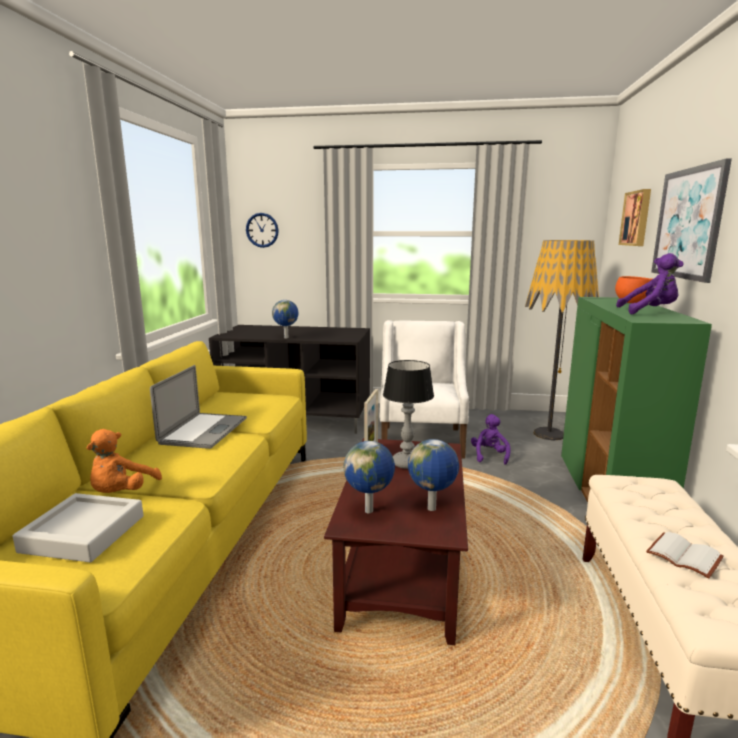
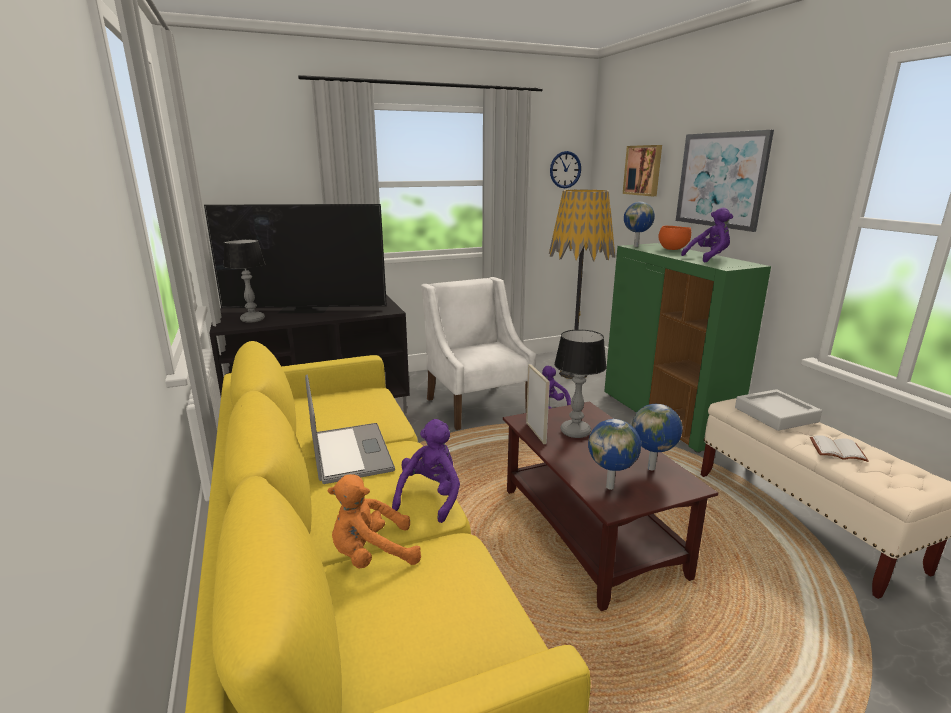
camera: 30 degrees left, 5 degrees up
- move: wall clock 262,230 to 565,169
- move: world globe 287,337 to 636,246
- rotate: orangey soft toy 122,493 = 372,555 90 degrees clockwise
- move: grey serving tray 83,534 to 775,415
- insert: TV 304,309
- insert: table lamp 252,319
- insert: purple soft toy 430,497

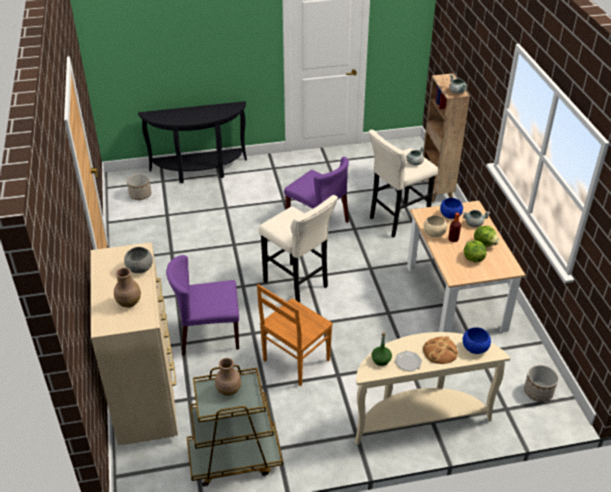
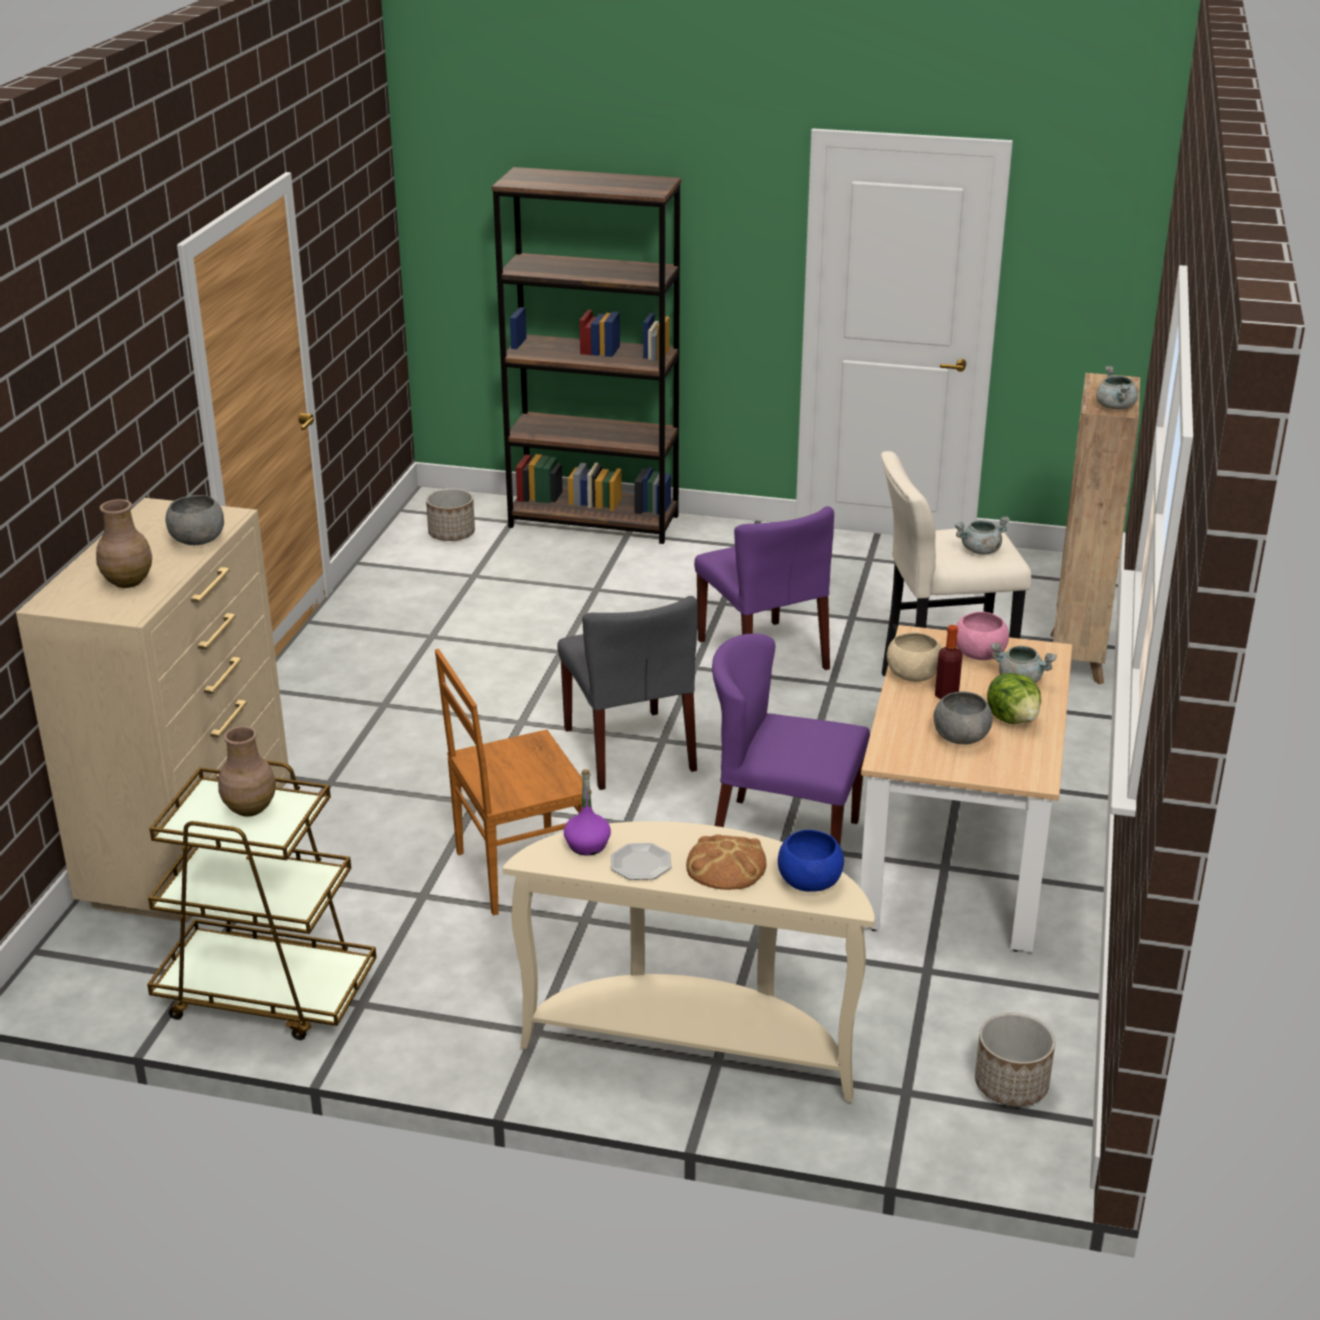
camera: 25 degrees right, 10 degrees down
- replace: black console table 199,171 to brownish bookshelf 594,521
- replace: beige-coloured sitting stool 297,286 to grey chair 629,750
- recolor: blue-coloured serving bowl 450,215 to pink serving bowl 979,654
- replace: head of lettuce 473,258 to grey serving bowl 960,737
- move: purple chair 209,335 to 783,839
- recolor: green bottle 381,360 to purple bottle 587,845

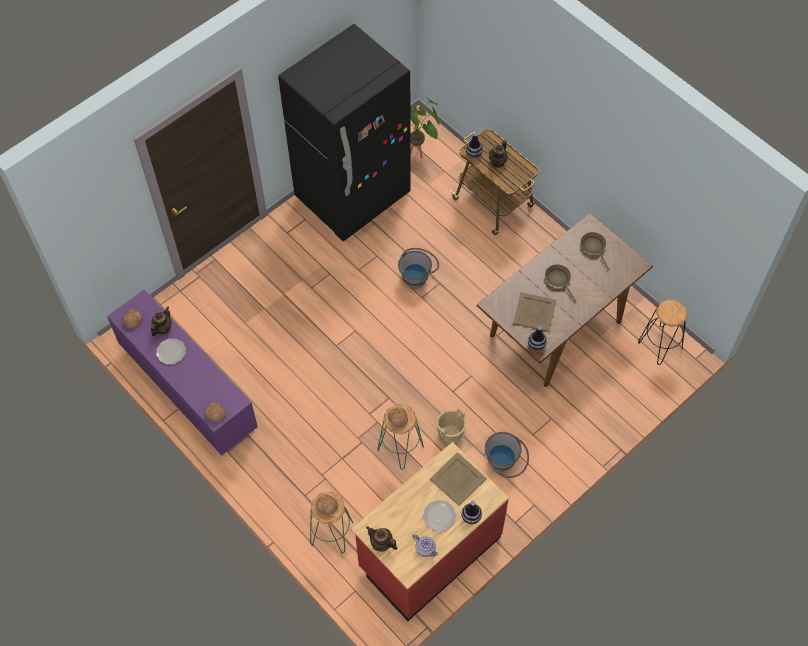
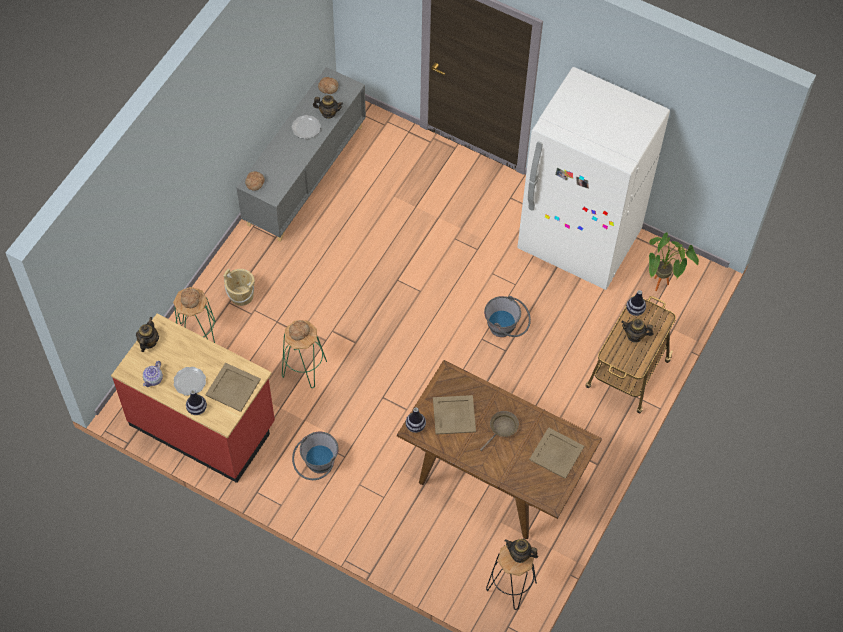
camera: 70 degrees right, 0 degrees up
- recolor: black refrigerator 353,196 to white-coloured refrigerator 579,241
- replace: brownish pan 594,247 to beige-coloured serving tray 557,453
- recolor: purple cabinet 188,390 to grey cabinet 305,175
- move: beige-coloured bucket 450,434 to 241,295
- insert: tea pot 520,555

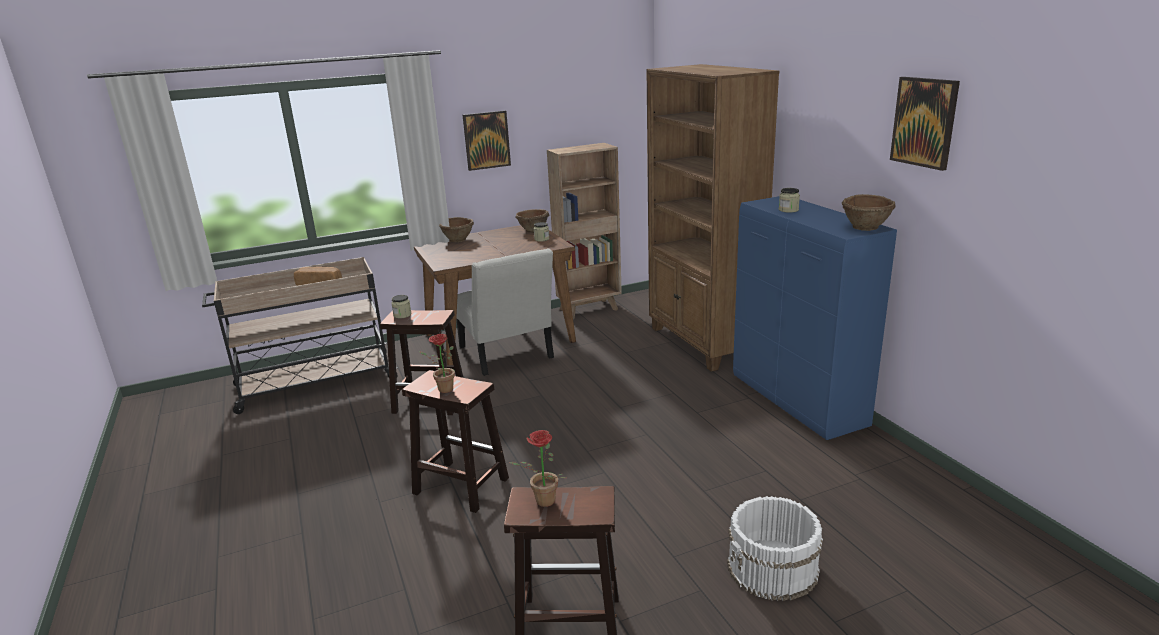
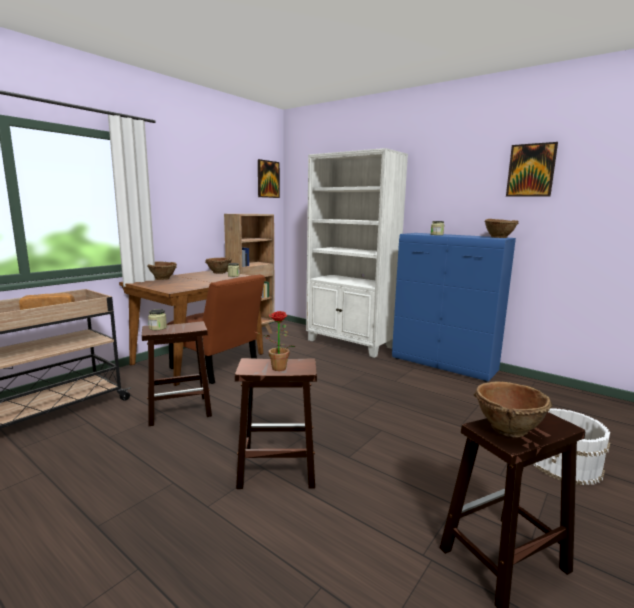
camera: 30 degrees left, 10 degrees down
- recolor: brownish bookshelf 703,343 to white-coloured bookshelf 350,344
- move: wall picture 486,140 to 268,179
- recolor: white-coloured chair 507,355 to brownish chair 217,368
- replace: potted plant 541,502 to brownish serving bowl 507,429

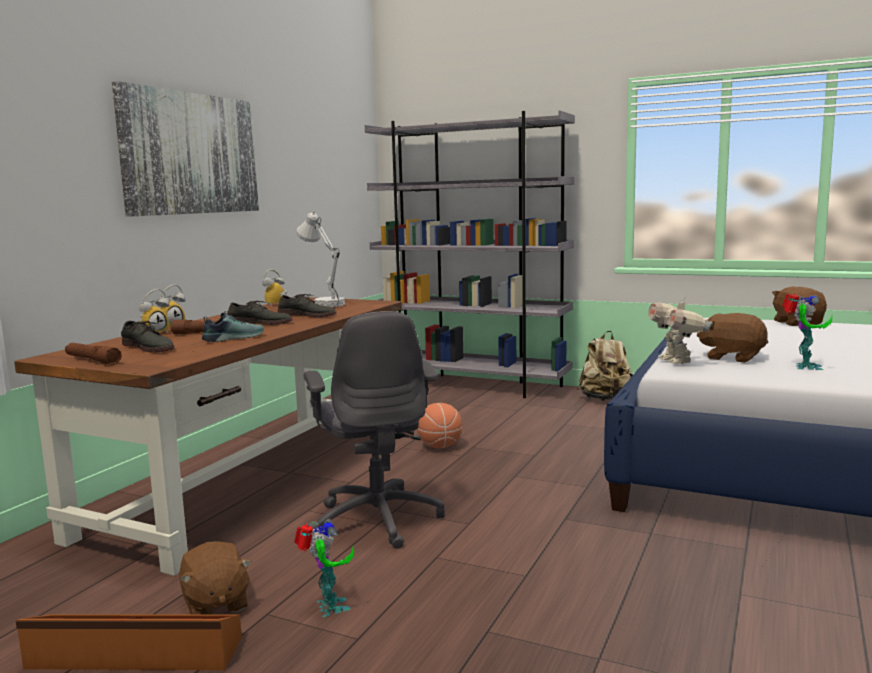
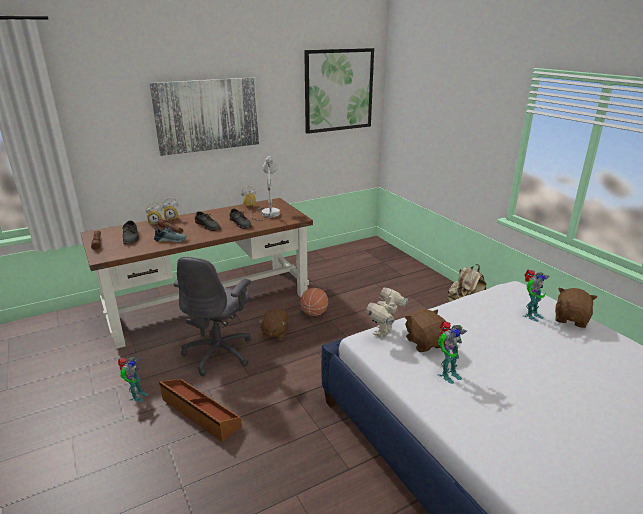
camera: 35 degrees right, 15 degrees up
- delete: grey bookshelf 472,385
- move: brownish soft toy 215,604 to 275,333
- move: brownish storage box 134,654 to 199,413
- insert: wall picture 338,90
- insert: model robot 530,315

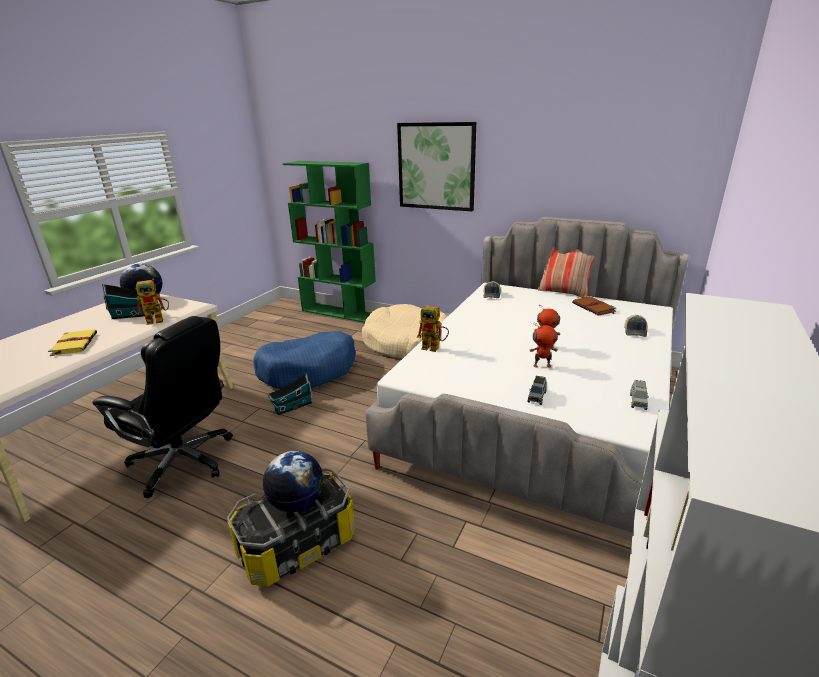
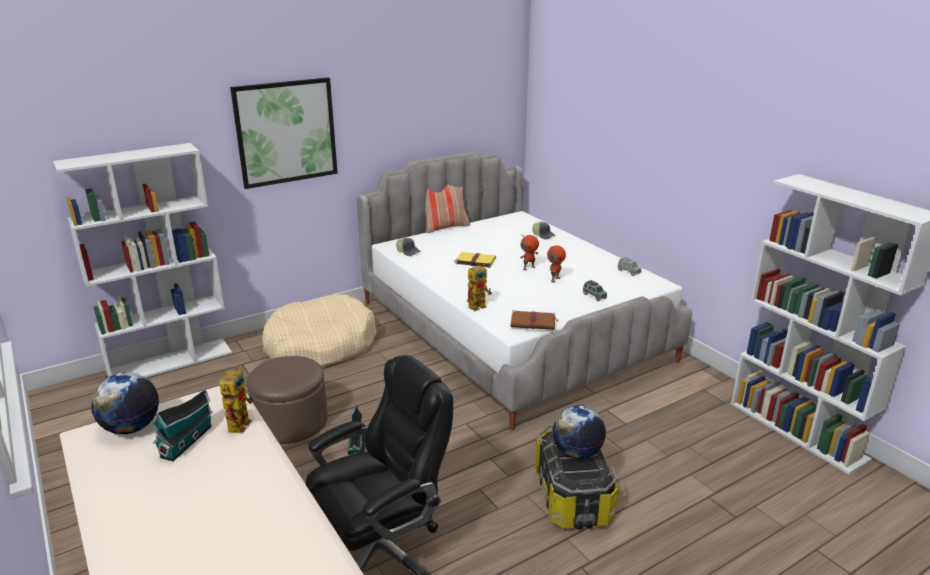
camera: 60 degrees left, 0 degrees up
- recolor: green bookshelf 339,313 to white-coloured bookshelf 171,361
- move: brownish book 594,308 to 534,322
- move: yellow-coloured book 75,344 to 474,261
- replace: blue-coloured dog cushion 309,370 to brownish footrest 291,422

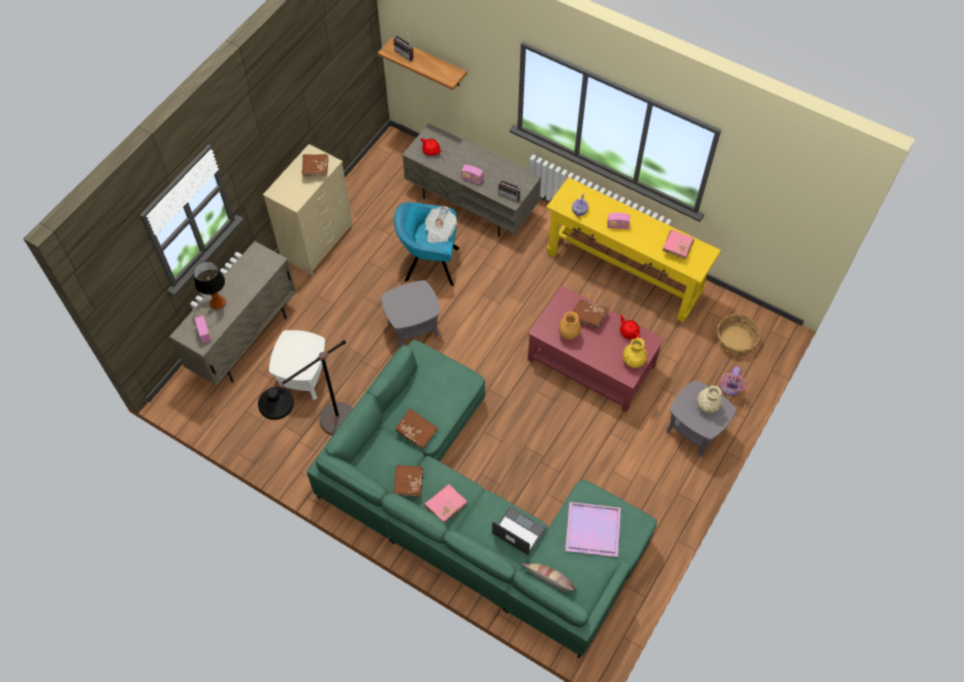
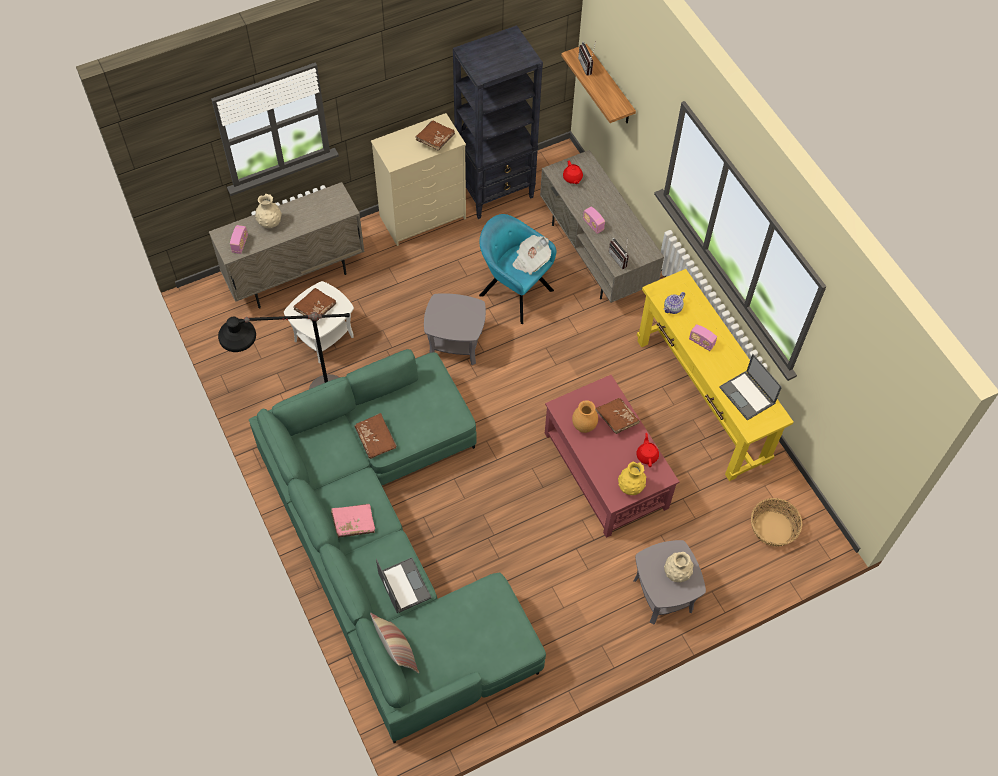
camera: 30 degrees right, 0 degrees up
- replace: pink book 677,248 to laptop 747,396
- replace: table lamp 218,303 to beige-coloured decorative vase 270,223
- delete: pink cooling fan 730,388
- move: brownish book 408,483 to 315,309
- delete: purple serving tray 594,529
- insert: black bookshelf 496,191

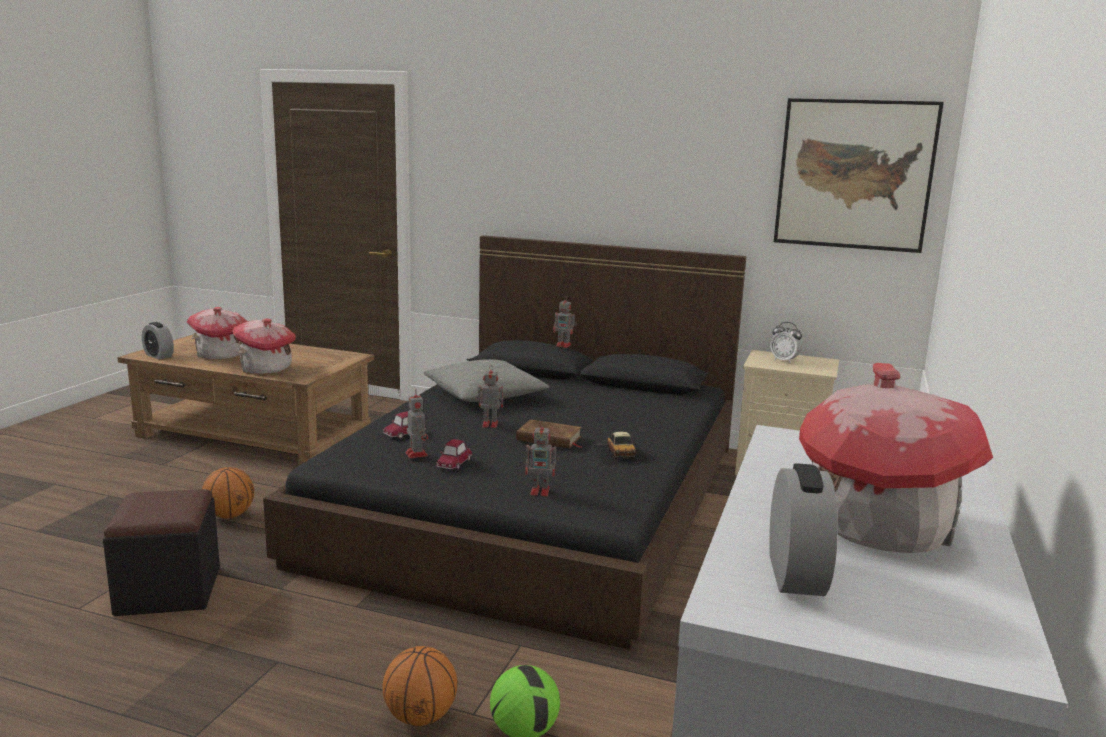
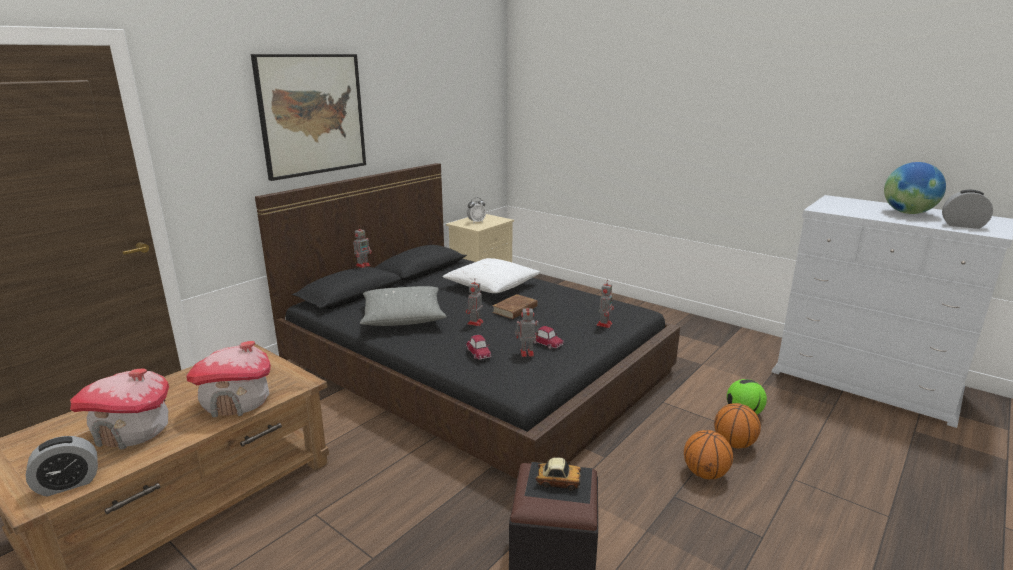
camera: 70 degrees left, 5 degrees up
- move: wall picture 854,175 to 312,115
- replace: toy house 879,523 to world globe 907,213
- move: miniature car 622,454 to 559,481
- move: basketball 229,515 to 705,473
- insert: white-coloured pillow 491,286

